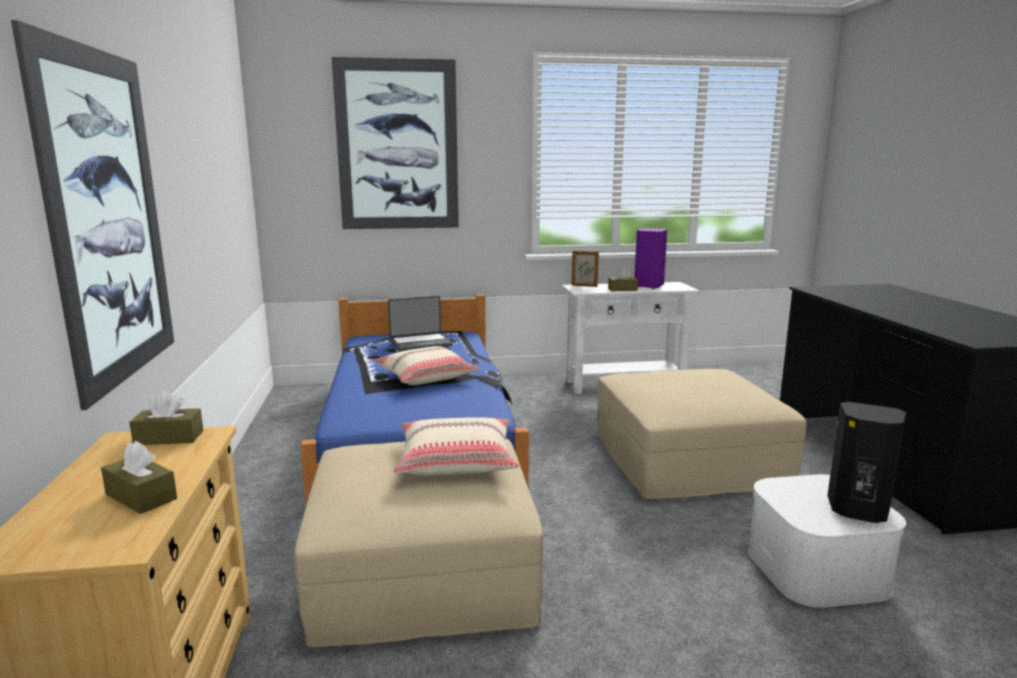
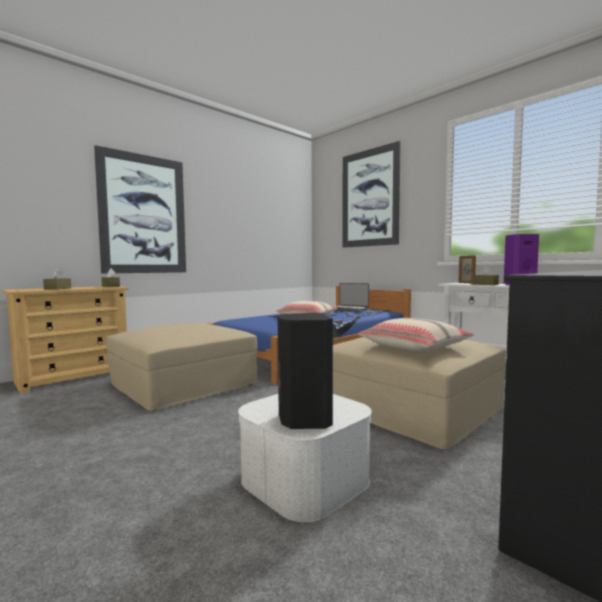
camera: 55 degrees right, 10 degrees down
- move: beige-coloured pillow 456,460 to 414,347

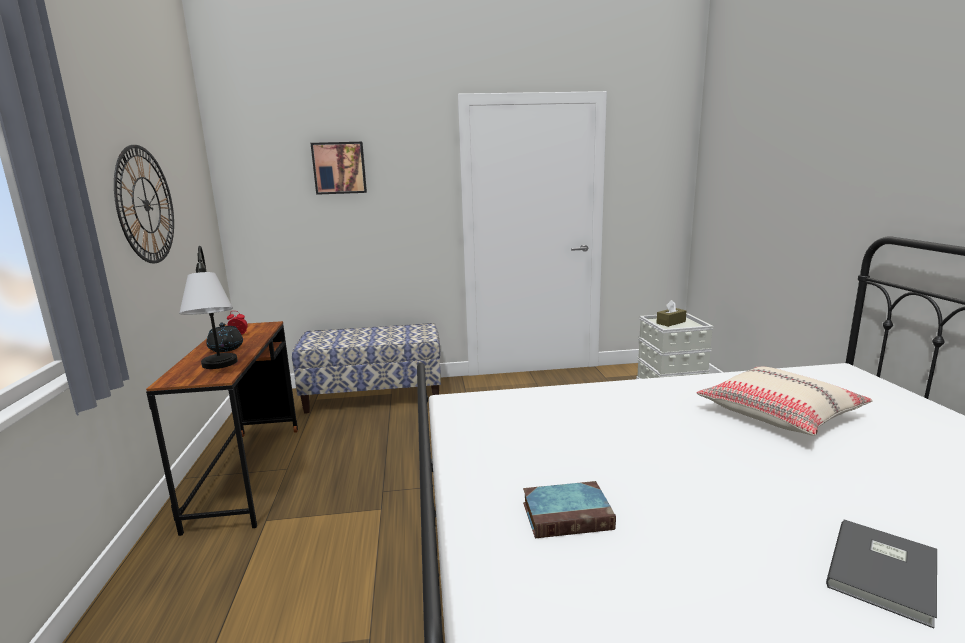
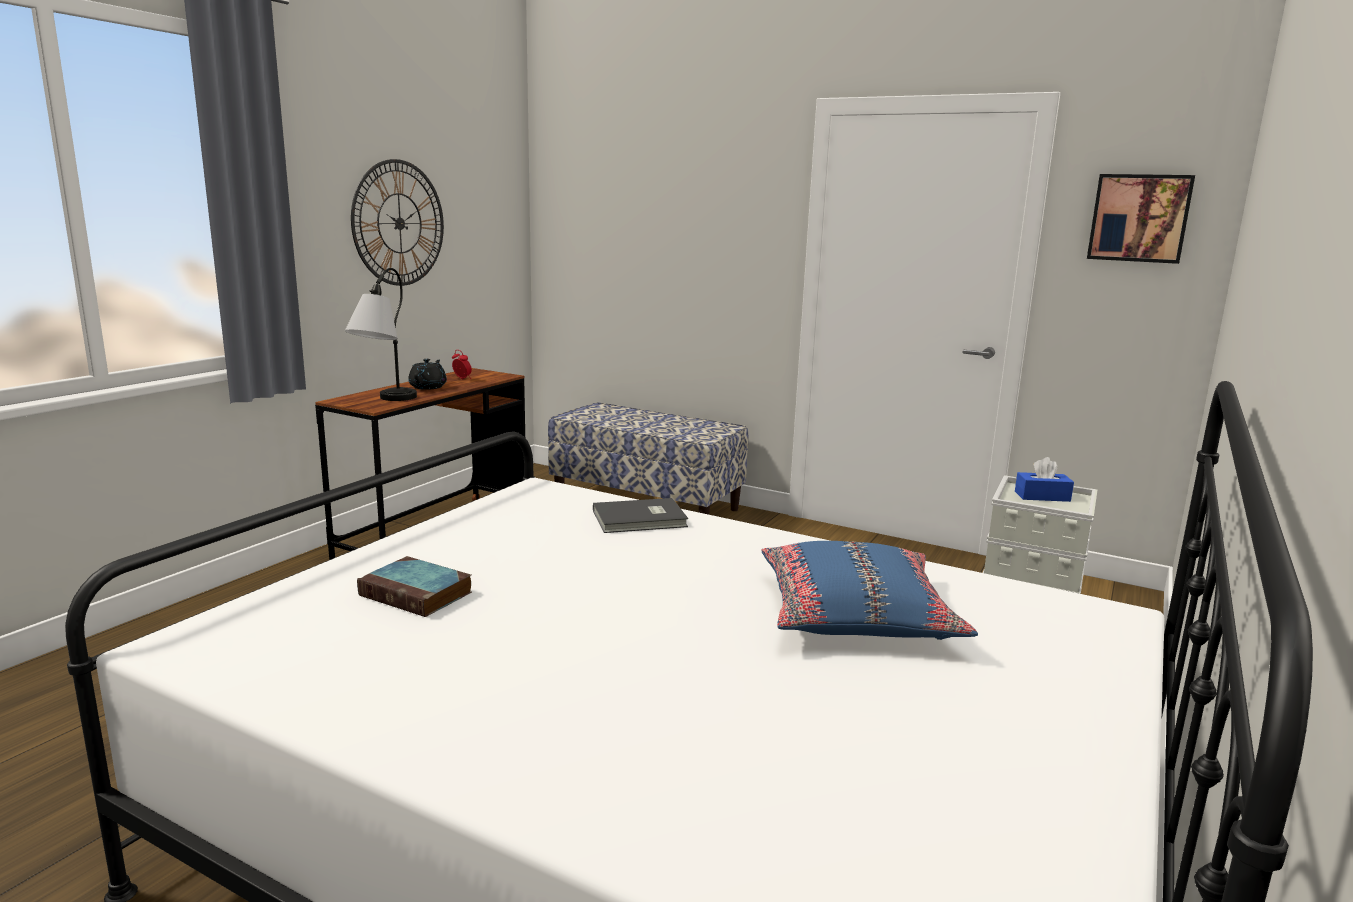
camera: 35 degrees right, 0 degrees up
- move: wall picture 339,168 to 1139,218
- recolor: brownish tissue box 671,322 to blue-coloured tissue box 1042,496
- recolor: beige-coloured pillow 779,413 to blue-coloured pillow 856,614
- move: grey book 886,572 to 641,519

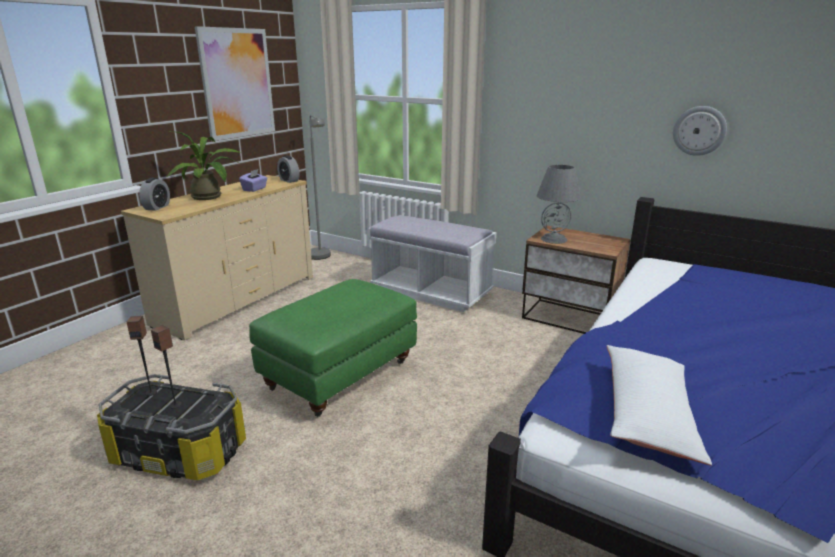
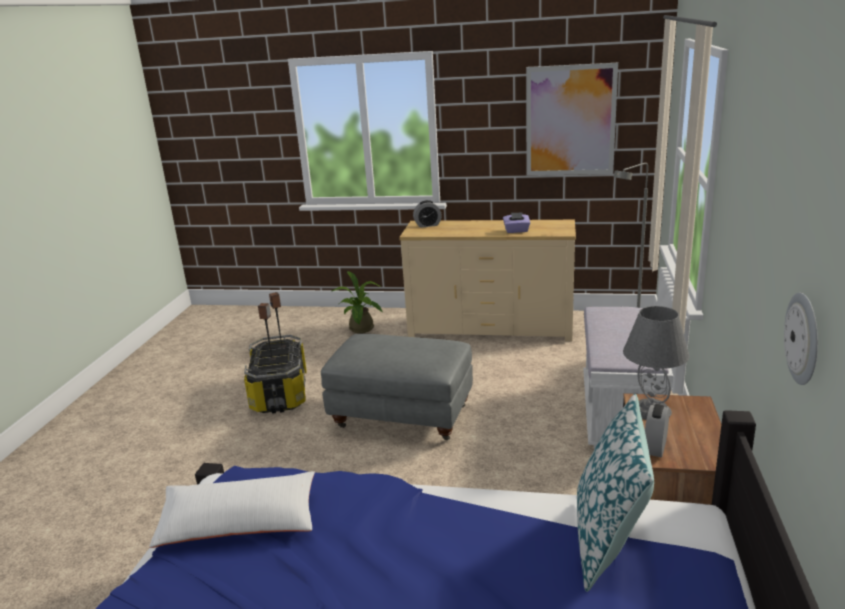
camera: 70 degrees right, 0 degrees up
- move: potted plant 210,197 to 362,330
- move: table clock 289,180 to 655,447
- recolor: green footrest 340,378 to grey footrest 401,419
- insert: pillow 609,540

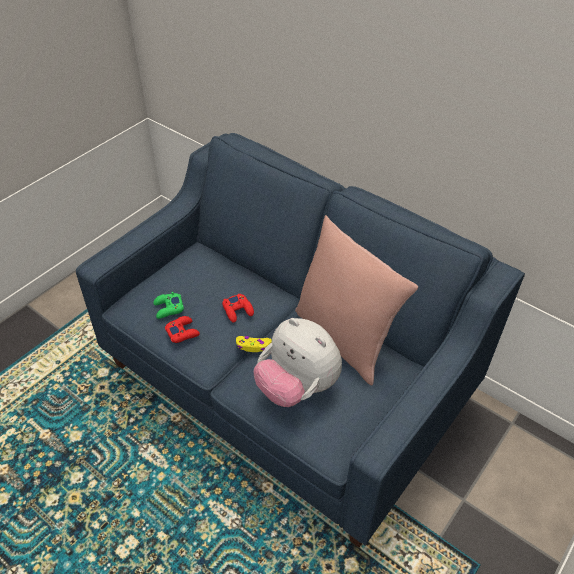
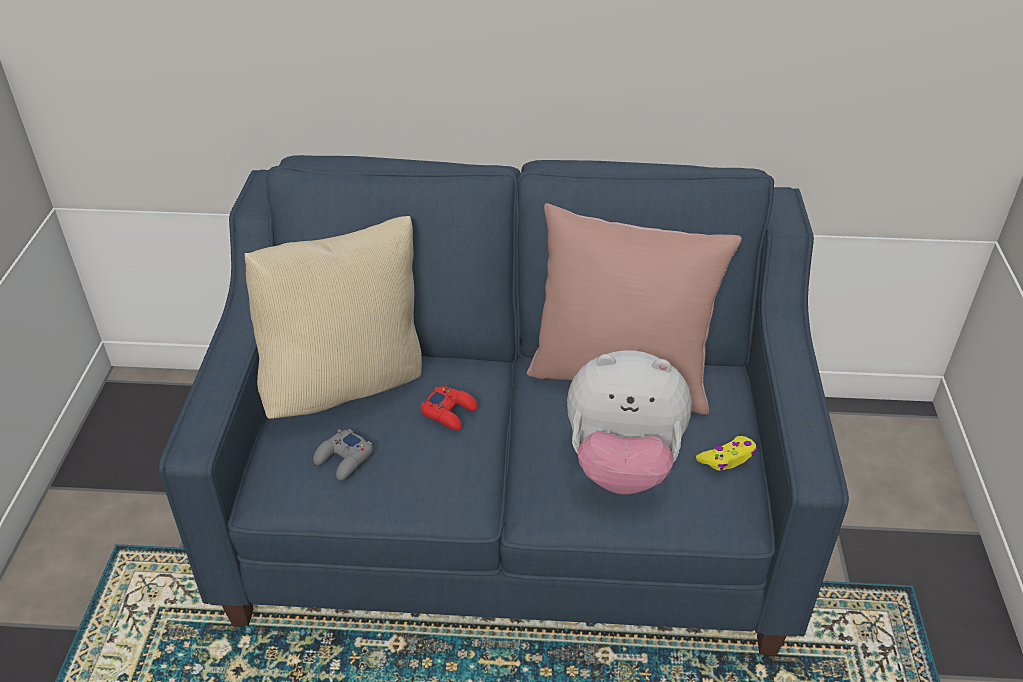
camera: 35 degrees left, 5 degrees down
- recolor: green game controller 168,308 to grey game controller 344,459
- delete: red-coloured game controller 183,332
- move: yellow-coloured game controller 253,346 to 727,458
- insert: beige-coloured pillow 347,384

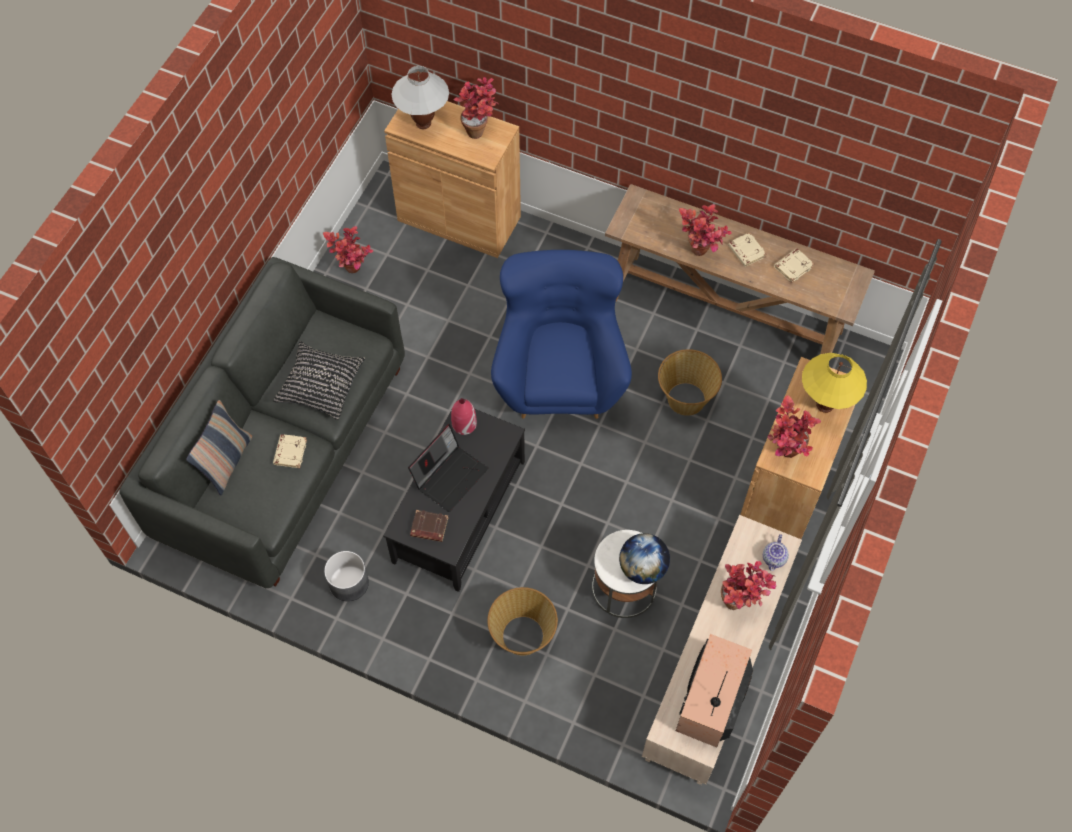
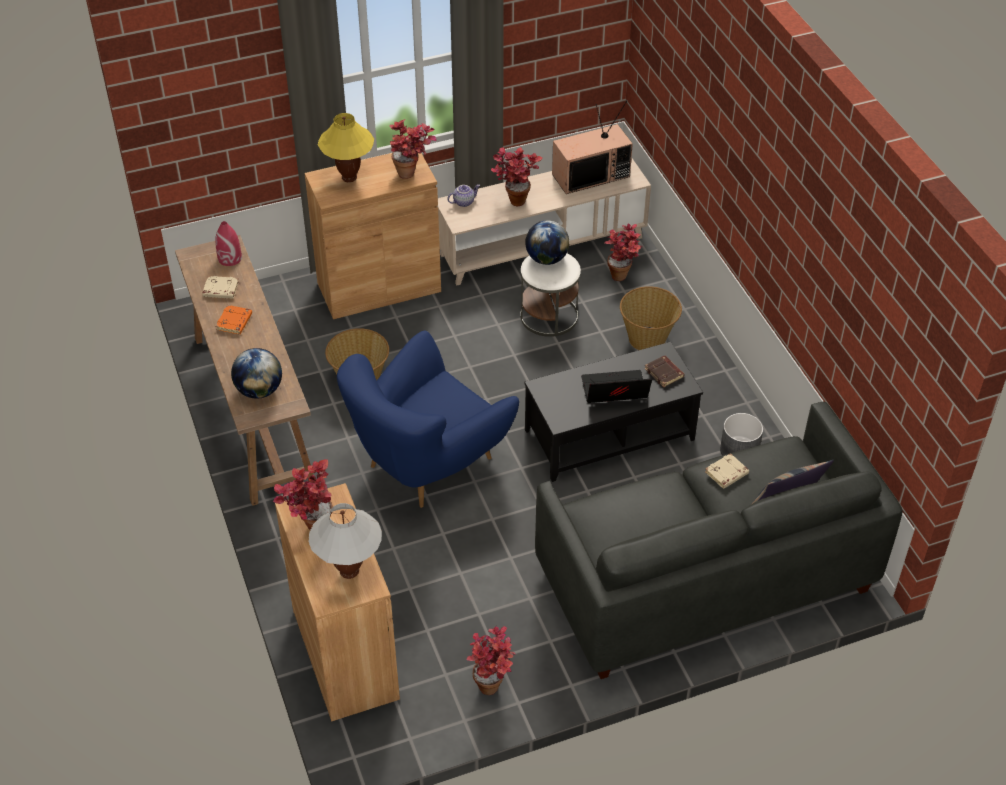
camera: 135 degrees left, 15 degrees down
- move: potted plant 700,255 to 622,273
- recolor: beige-coloured book 746,251 to orangey book 234,322
- delete: black pillow 320,385
- move: red-coloured decorative vase 464,424 to 230,258
- insert: world globe 259,390

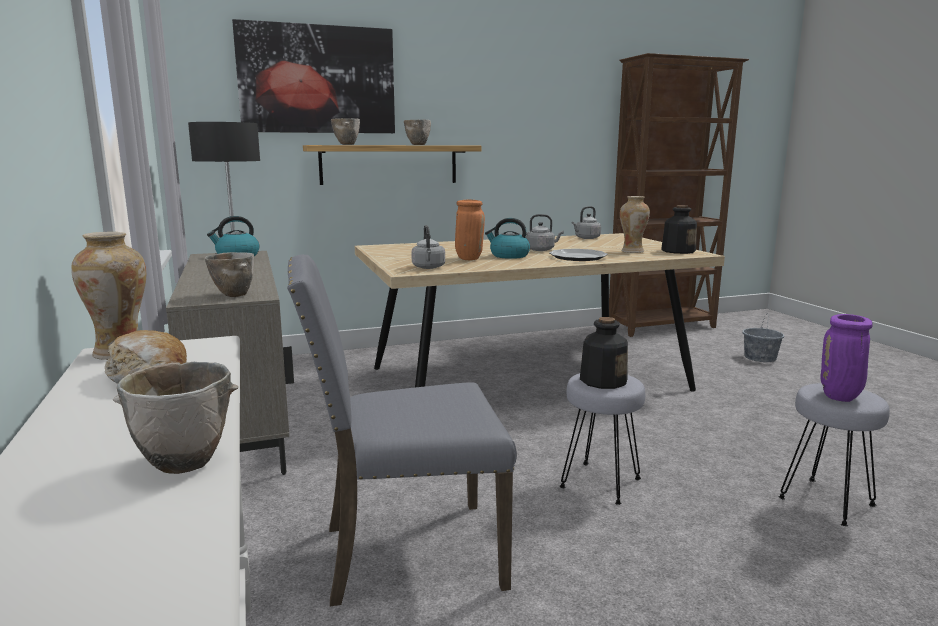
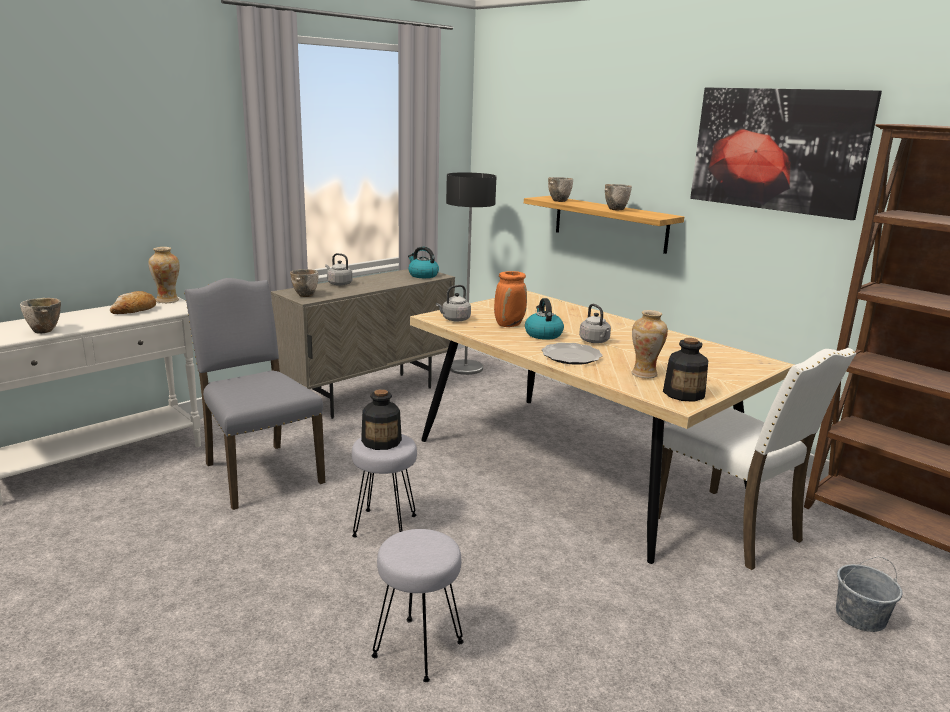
camera: 65 degrees right, 5 degrees up
- move: wall picture 317,80 to 777,150
- move: grey tea kettle 586,238 to 338,284
- delete: purple decorative vase 840,397
- insert: white-coloured chair 730,529

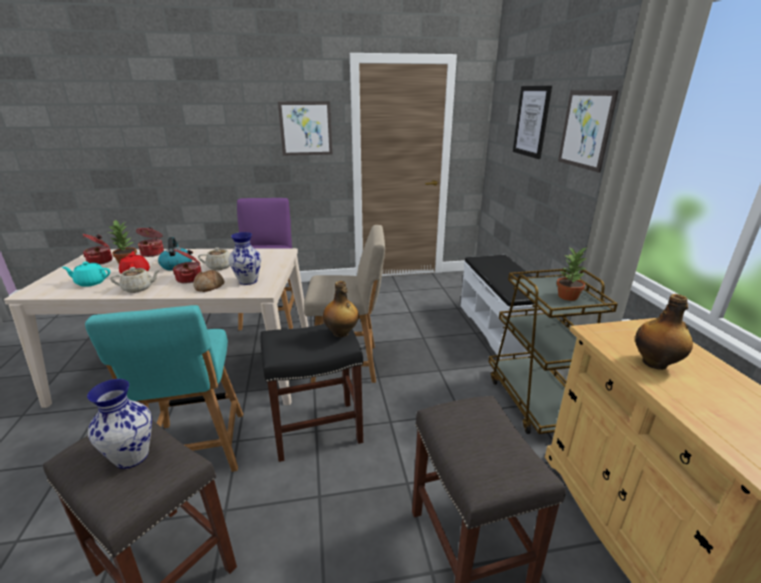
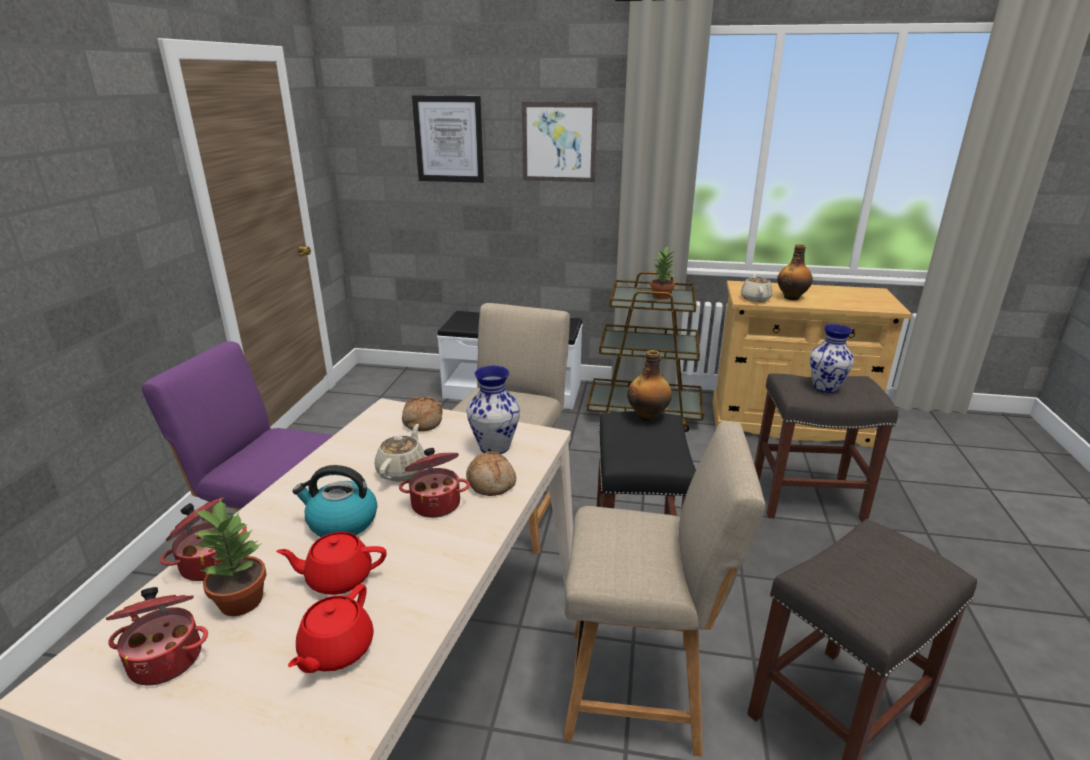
camera: 70 degrees left, 0 degrees up
- delete: wall picture 306,128
- recolor: blue-green tea pot 91,282 to red-coloured tea pot 335,650
- move: beige-coloured tea pot 138,288 to 755,298
- recolor: blue-green chair 197,451 to beige-coloured chair 641,689
- move: decorative vase 131,457 to 826,388
- insert: baked bread 422,422

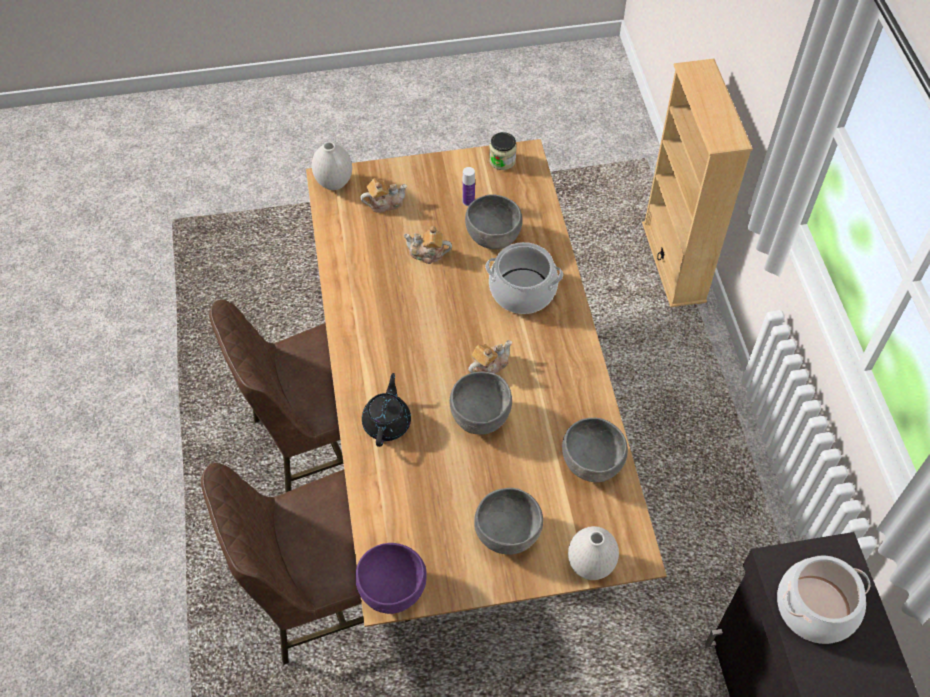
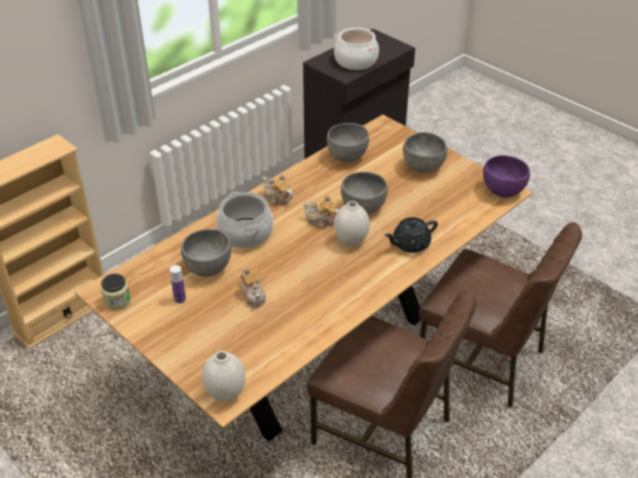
camera: 125 degrees left, 15 degrees down
- move: tea pot 384,203 to 277,199
- move: white-coloured decorative vase 590,565 to 350,241

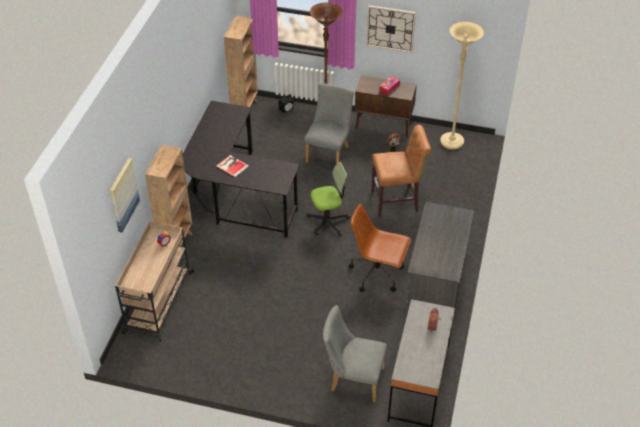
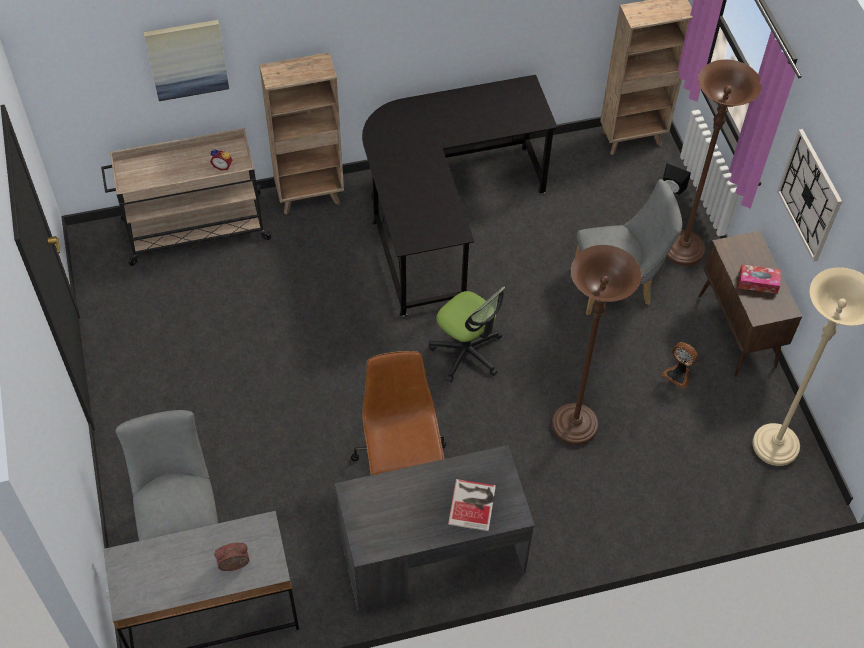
camera: 60 degrees right, 10 degrees up
- replace: brownish chair 397,201 to brownish floor lamp 574,426
- move: book 232,165 to 473,504

